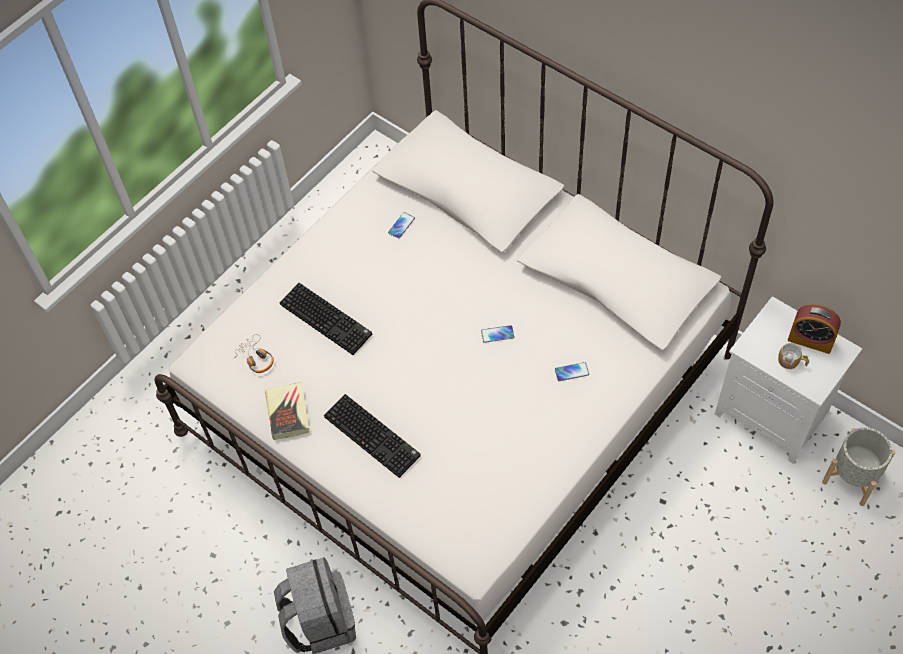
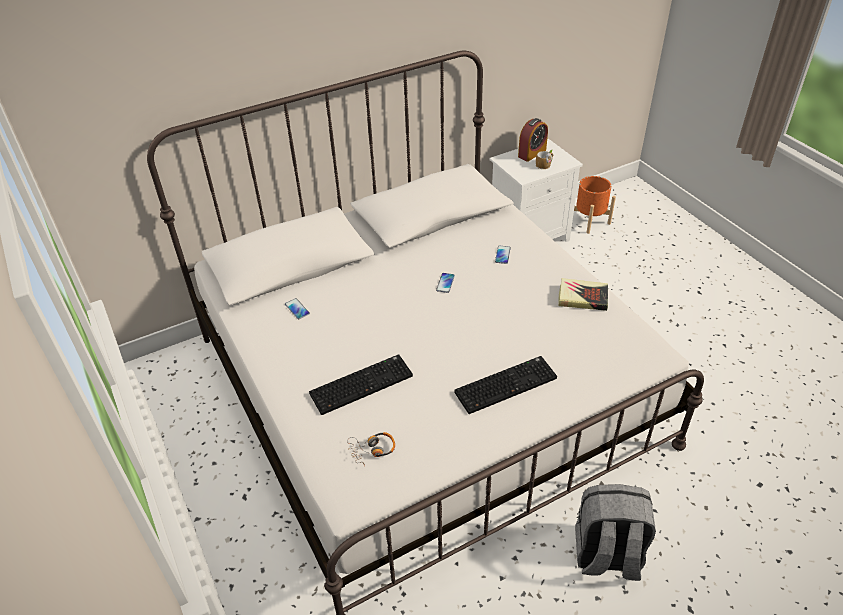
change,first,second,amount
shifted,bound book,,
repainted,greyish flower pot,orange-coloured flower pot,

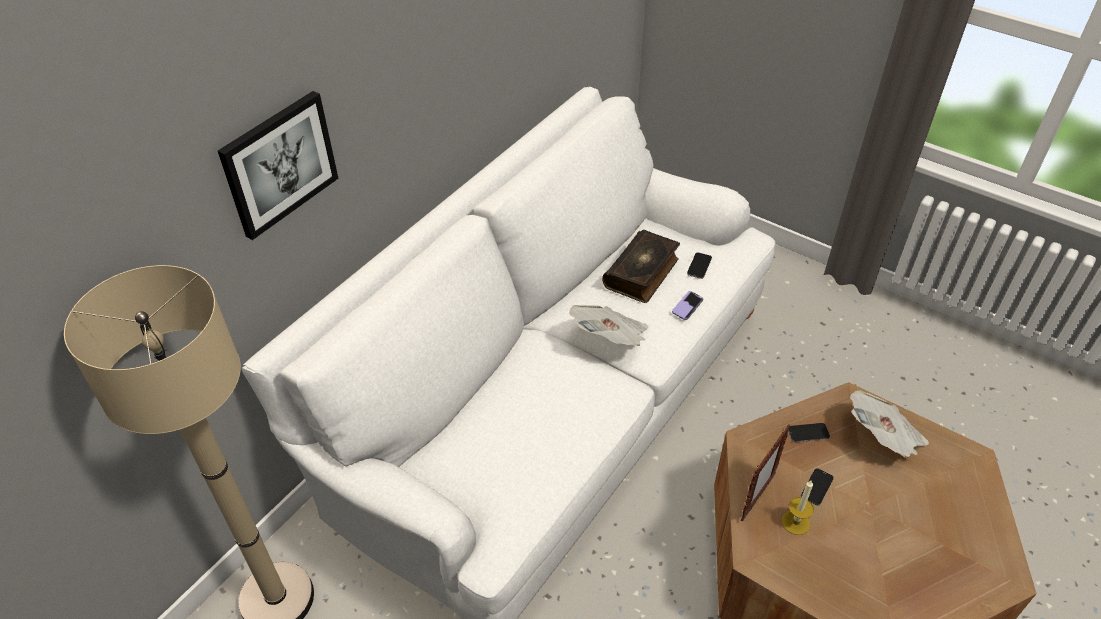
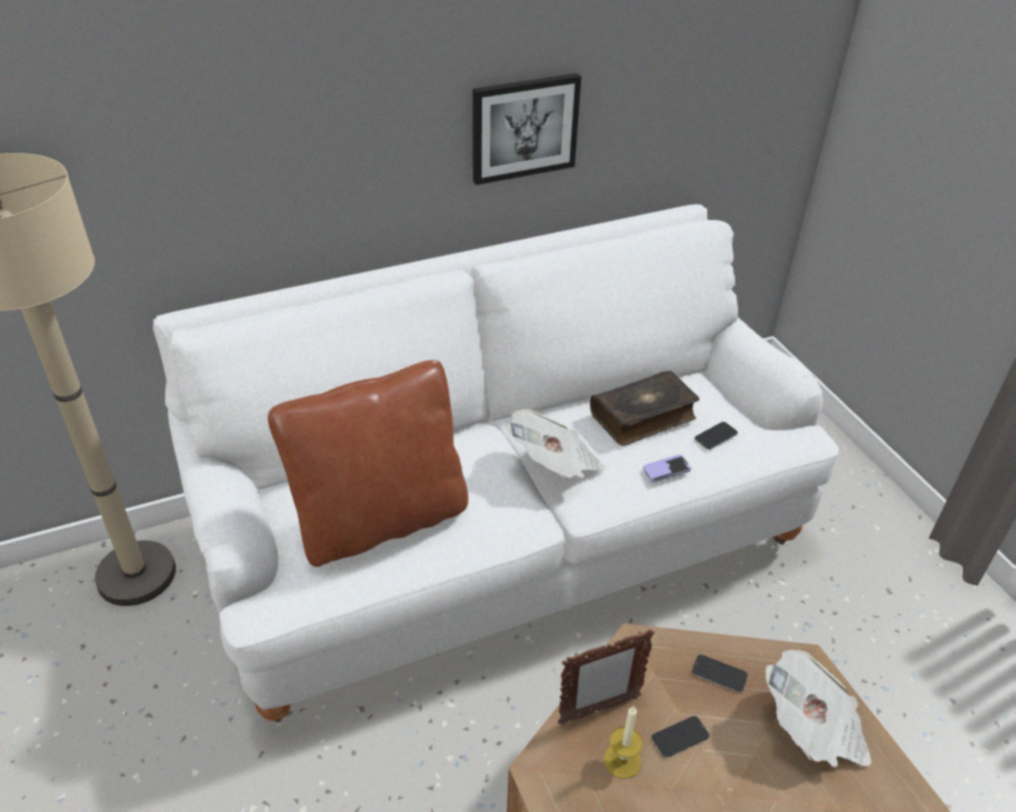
change,first,second,amount
new,,brownish cushion,
shifted,wall art,,

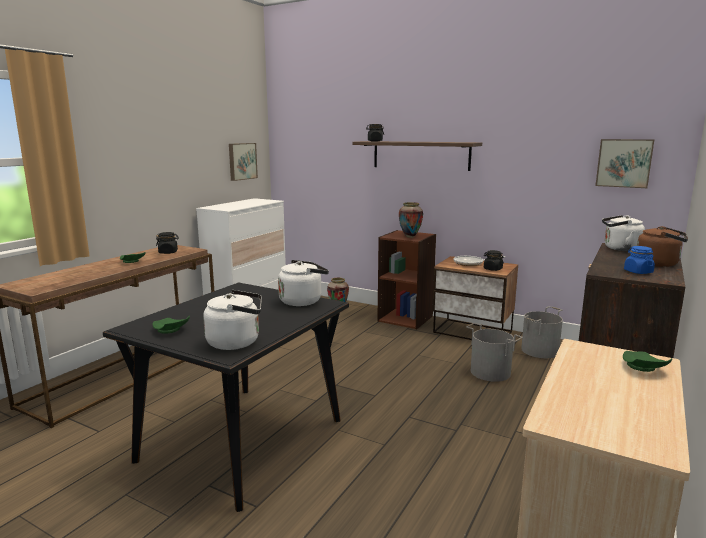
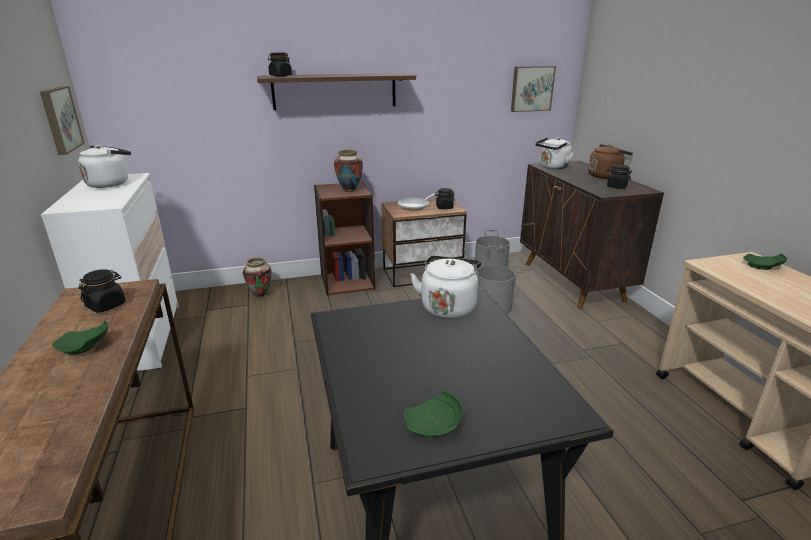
change,first,second,amount
shifted,white-coloured kettle (no. 1 from left),,
repainted,bluish jar,black jar (no. 4 from left),

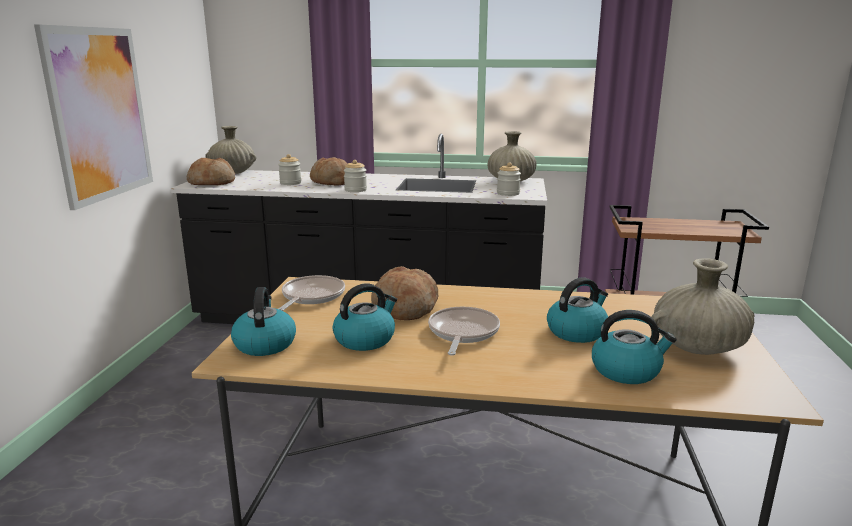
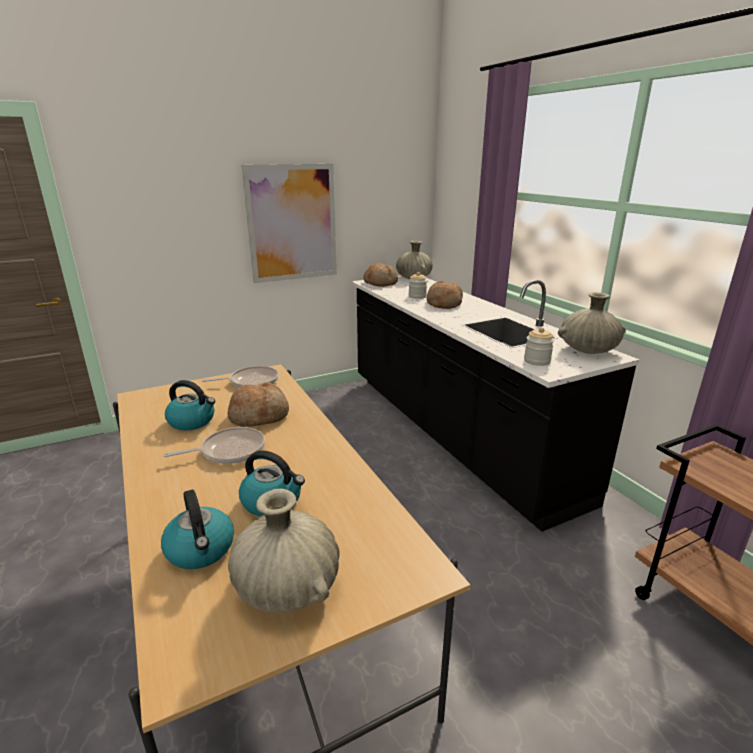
change,first,second,amount
gone,kettle (no. 1 from left),,
gone,jar (no. 2 from left),,

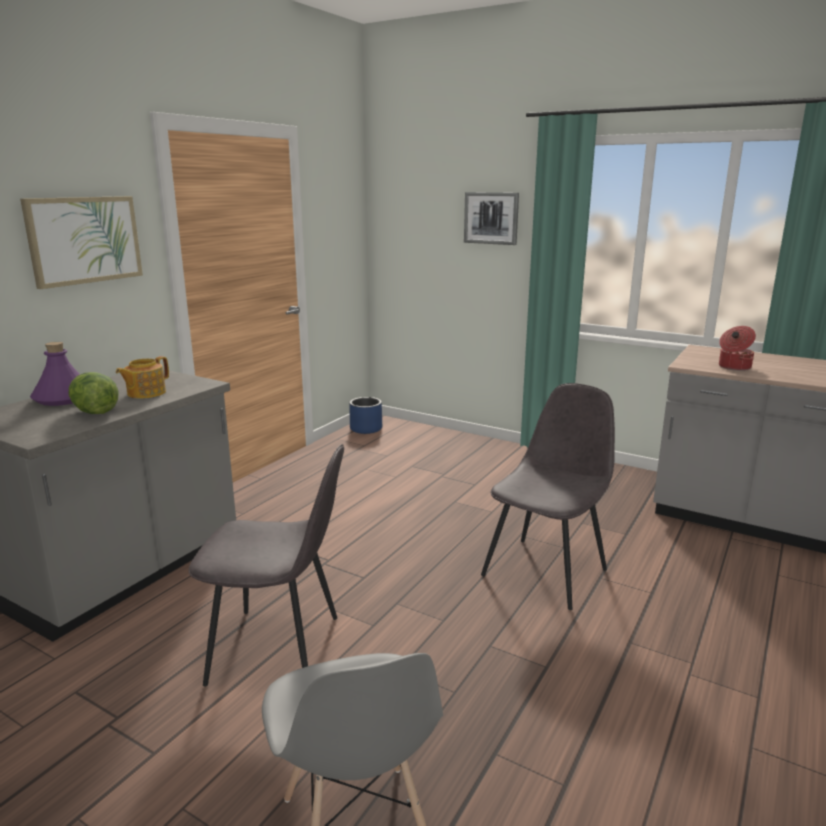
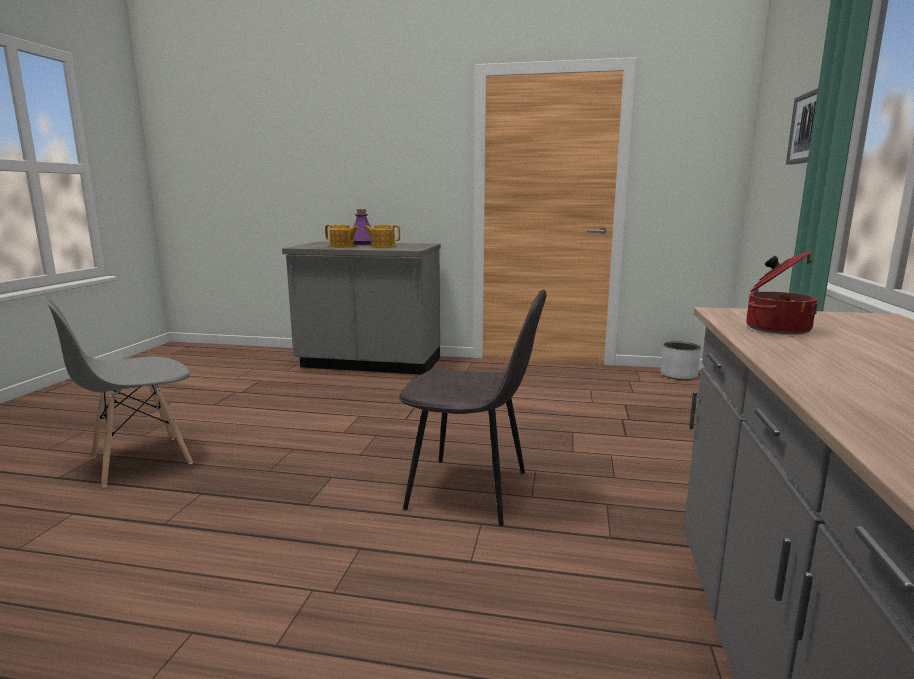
change,first,second,amount
swapped,head of lettuce,pot for tea (no. 1 from left),
repainted,bluish flower pot,greyish flower pot,
gone,wall art (no. 1 from left),,
gone,greyish chair (no. 1 from left),,

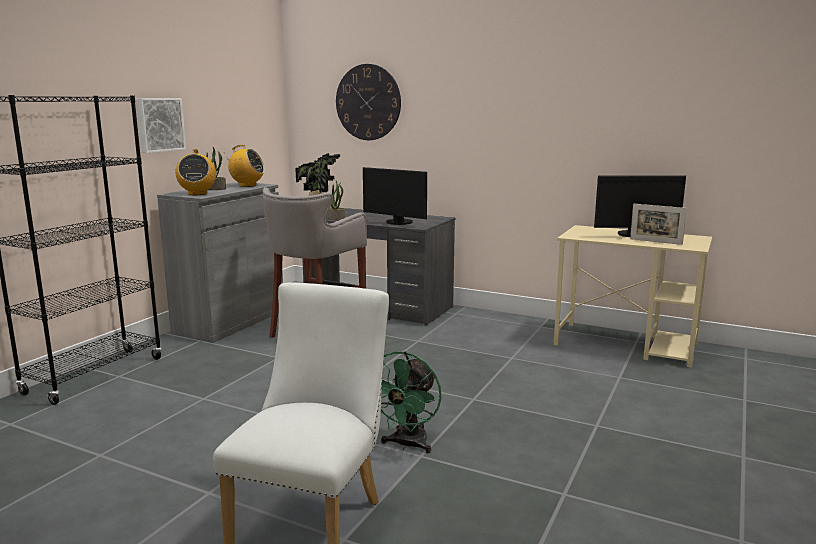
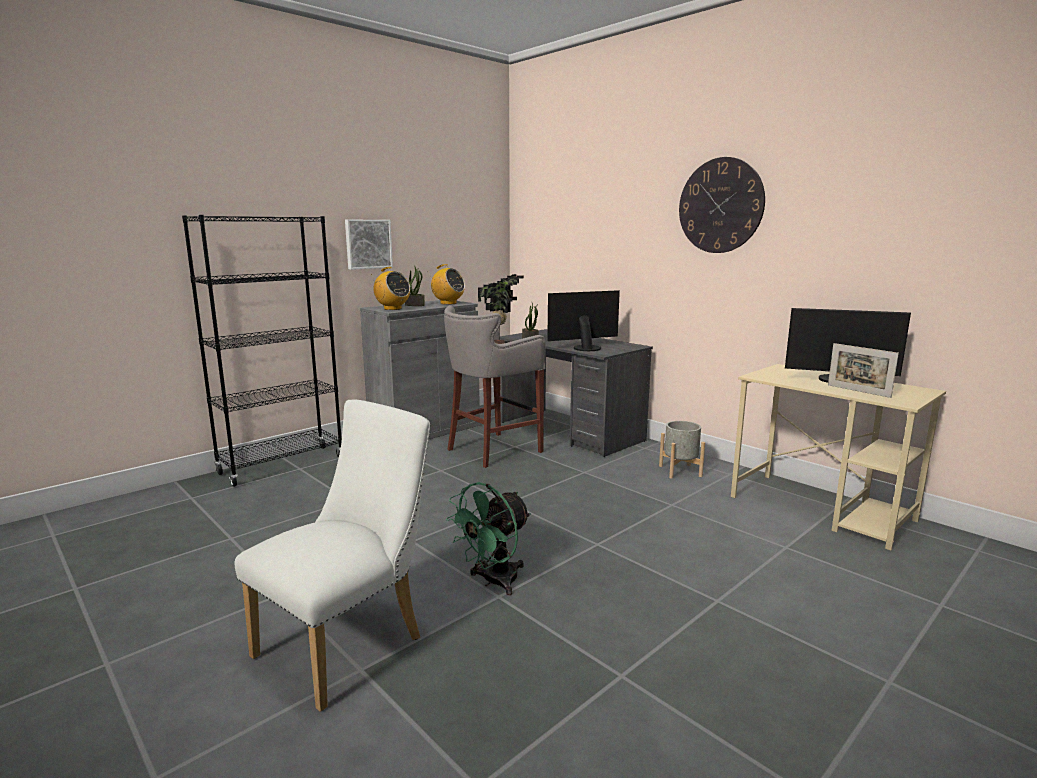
change,first,second,amount
rotated,radio receiver (no. 1 from left),,60 degrees counterclockwise
rotated,computer display (no. 1 from left),,105 degrees clockwise
new,,greyish flower pot,
shifted,hanging clock,,

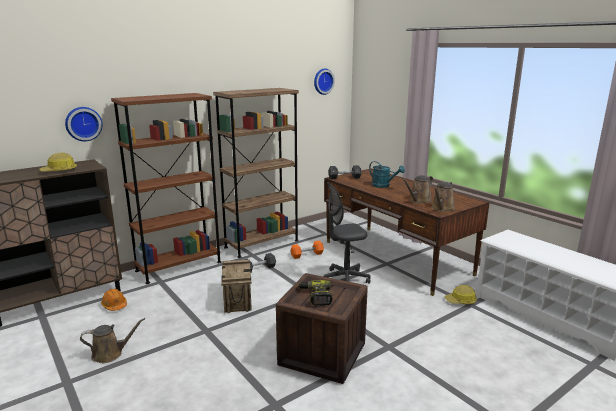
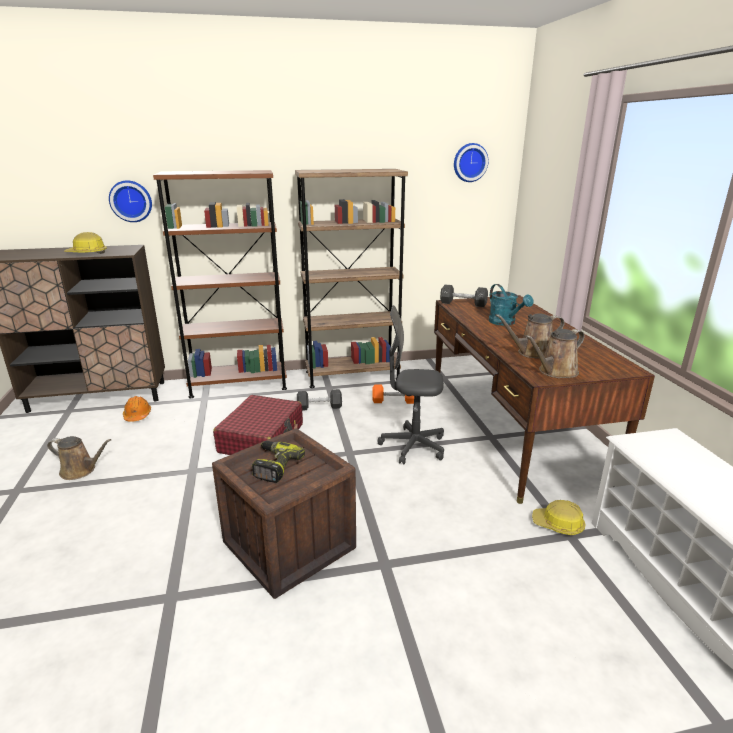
change,first,second,amount
swapped,shipping crate (no. 1 from left),red-coloured suitcase,

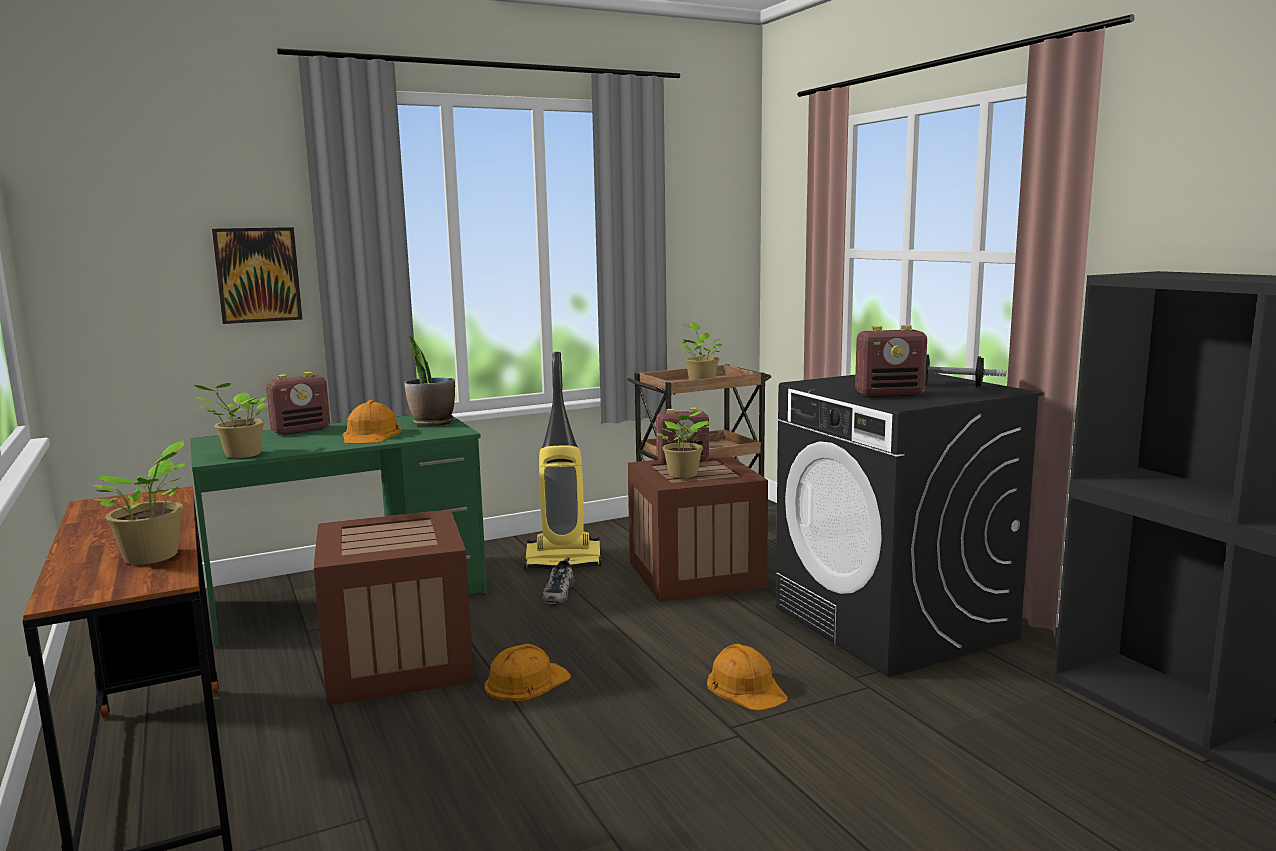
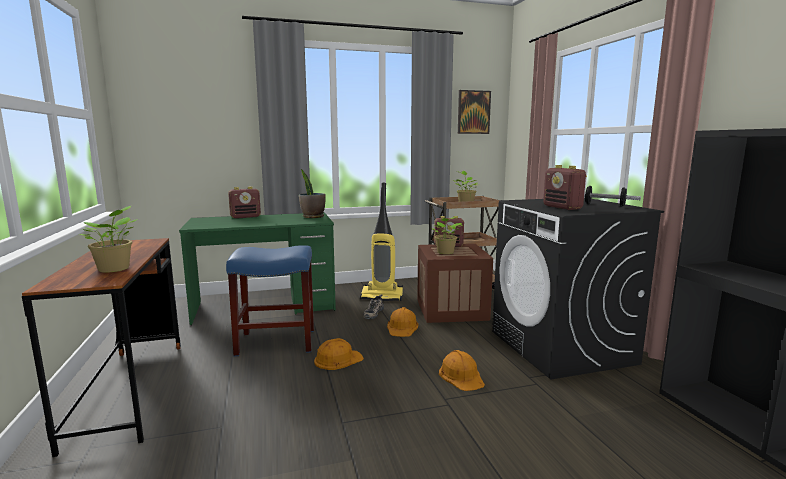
change,first,second,amount
swapped,shipping crate (no. 1 from left),bluish stool,
shifted,orange-coloured work helmet (no. 1 from left in the first image),orange-coloured work helmet (no. 2 from left),
shifted,wall art,,
rotated,radio receiver (no. 3 from left),,60 degrees clockwise
gone,houseplant (no. 2 from left),,

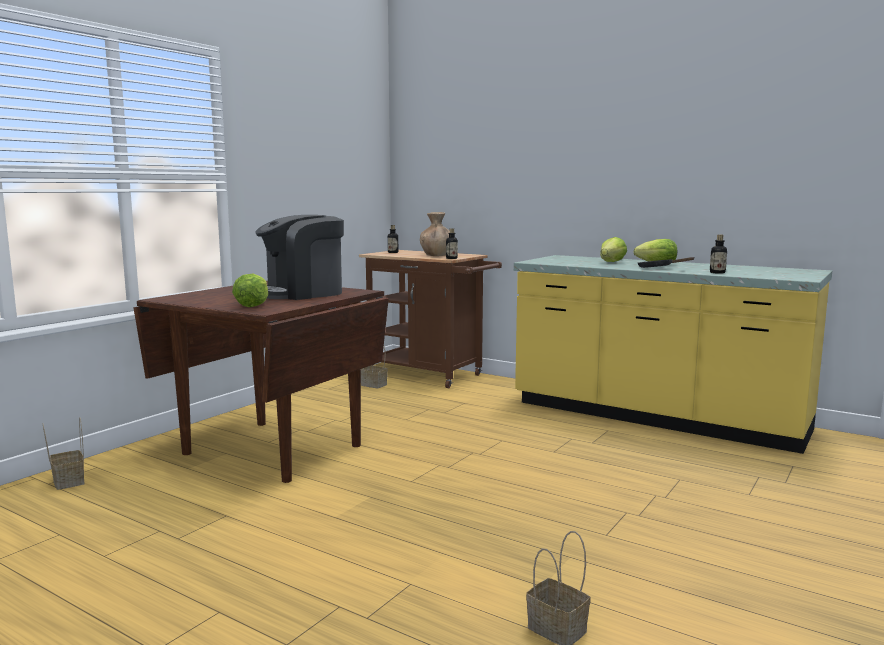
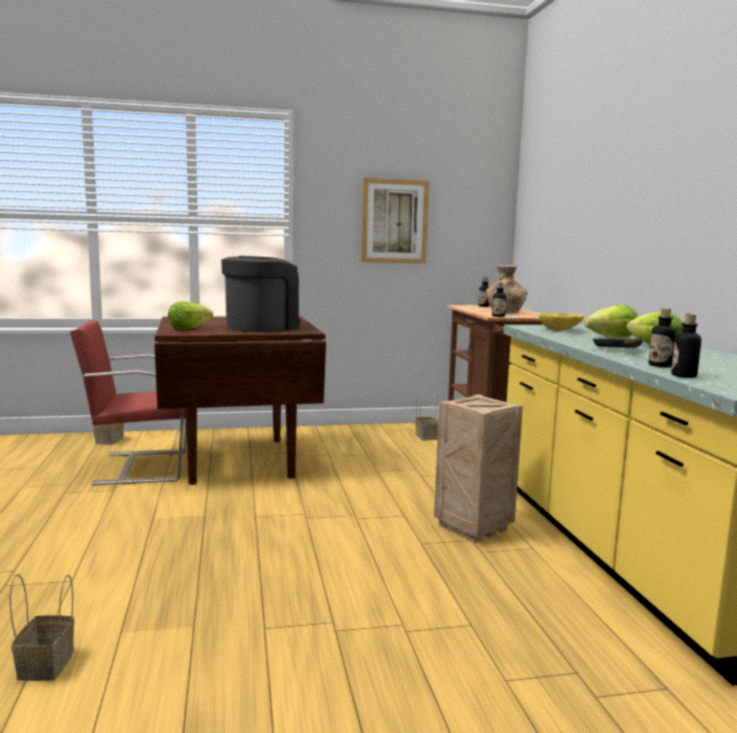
change,first,second,amount
new,,red-coloured chair,
rotated,coffee maker,,120 degrees clockwise
new,,wall art,
new,,shipping crate,
new,,yellowish bowl,
new,,beverage bottle (no. 4 from left),

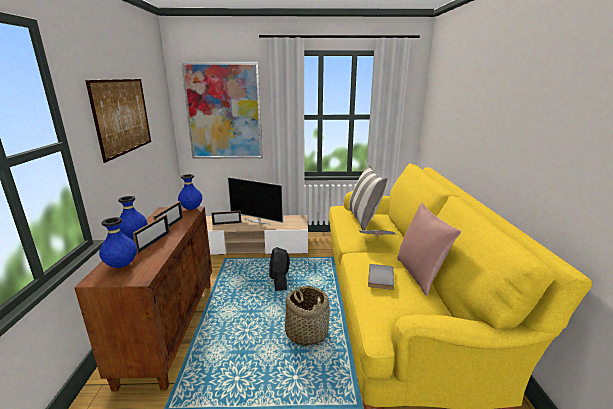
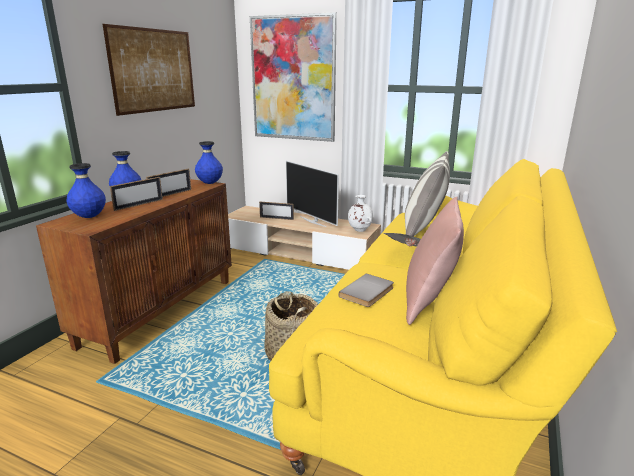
change,first,second,amount
new,,white-coloured decorative vase,
gone,black electric fan,,

